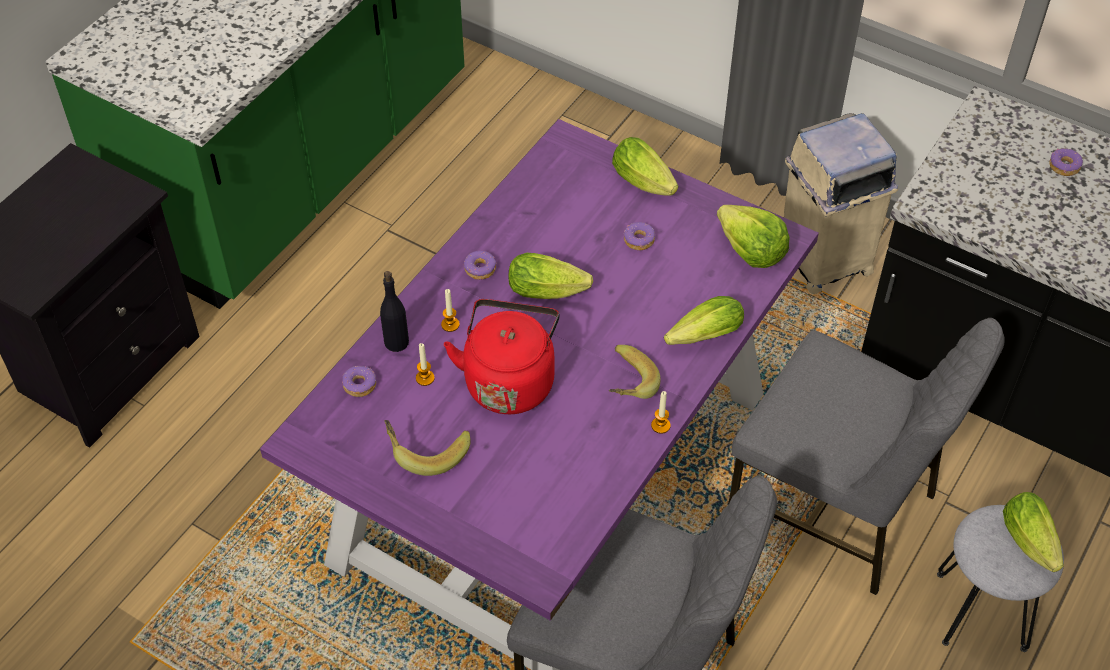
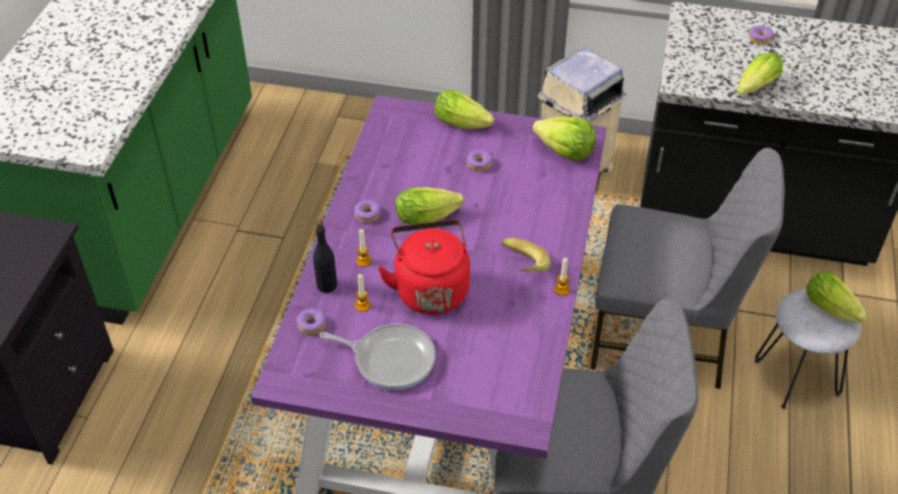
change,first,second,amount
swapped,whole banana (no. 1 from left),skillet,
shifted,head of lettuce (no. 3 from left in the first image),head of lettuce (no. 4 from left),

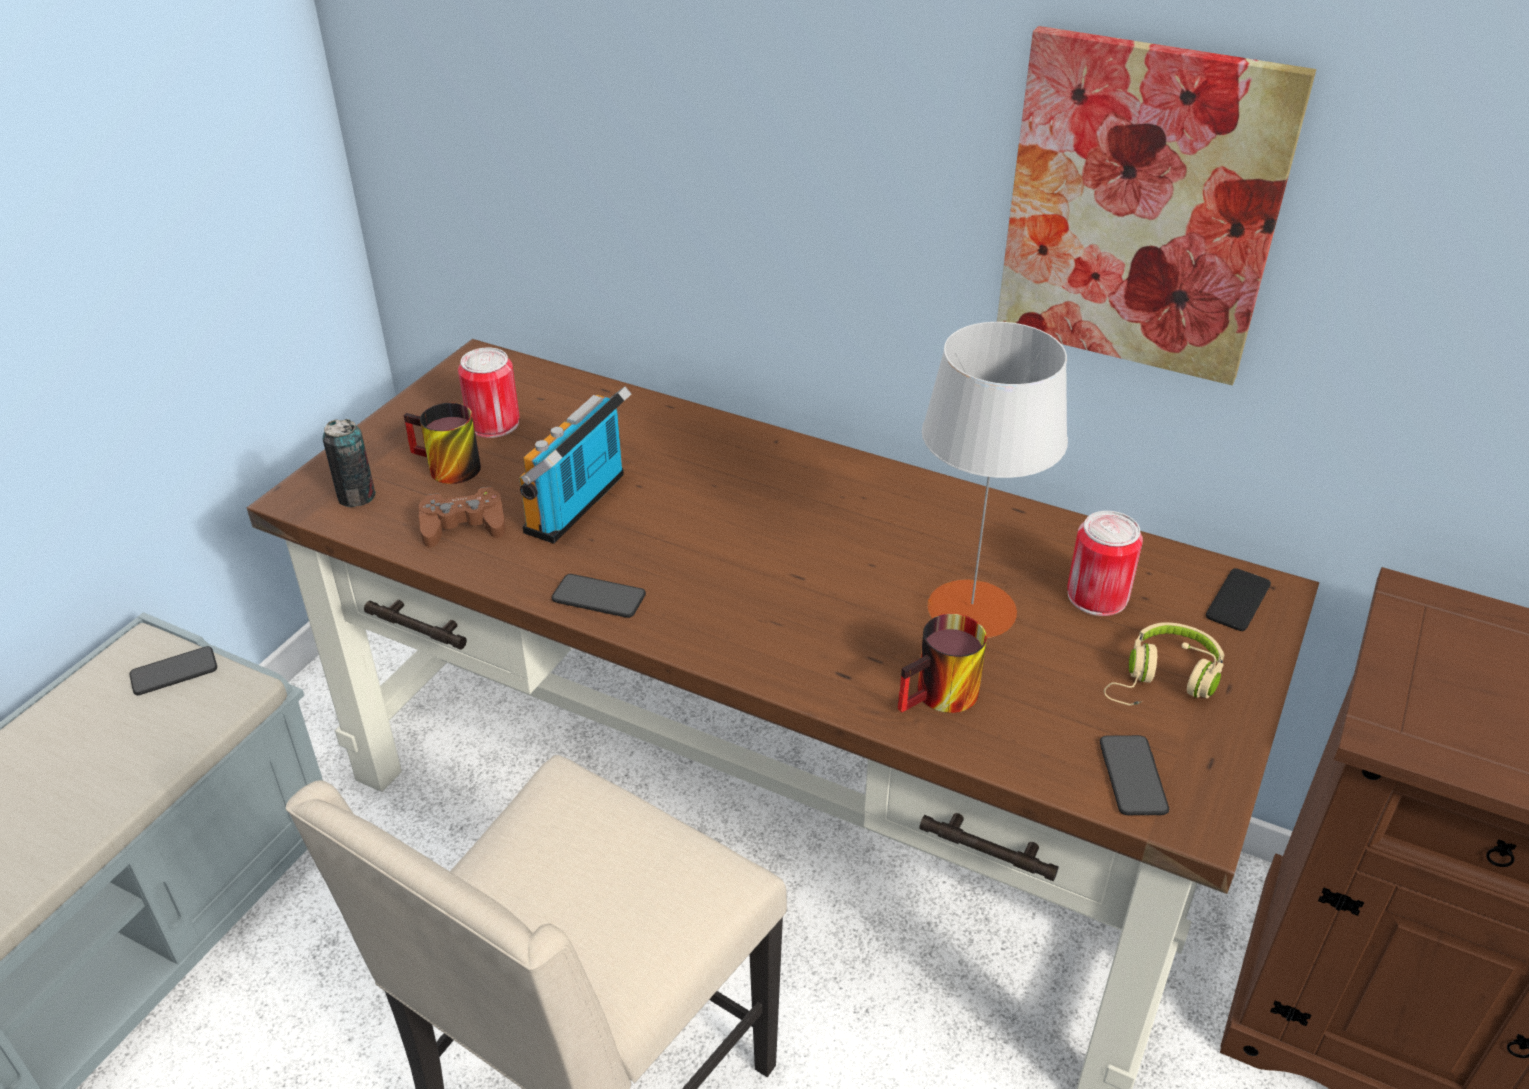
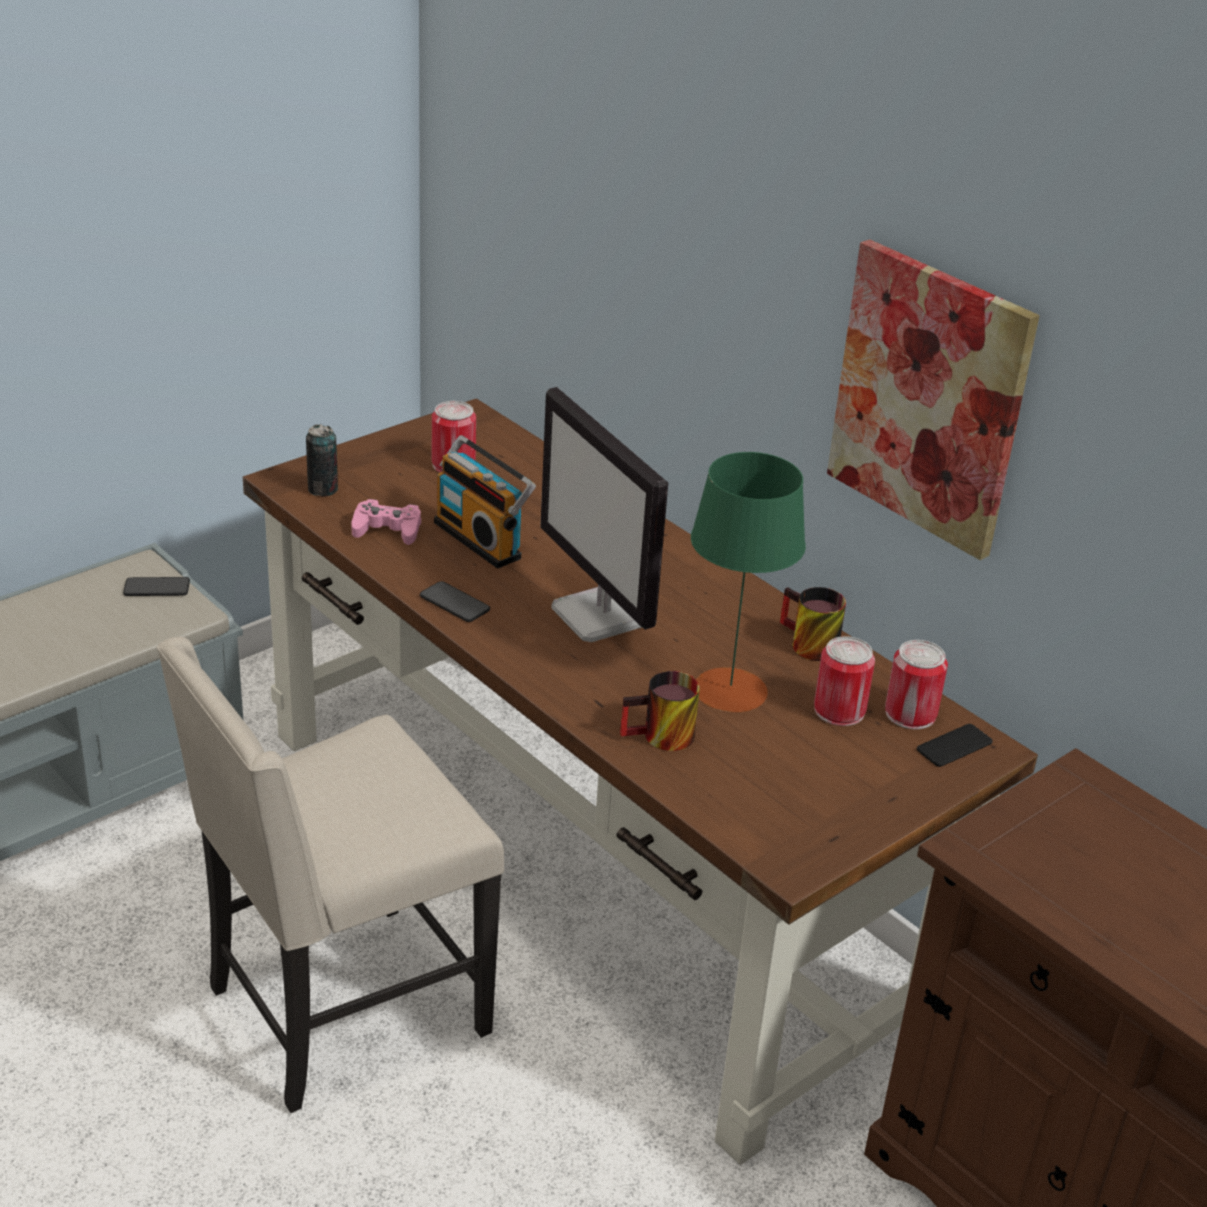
change,first,second,amount
repainted,brownish gamepad,pink-coloured gamepad,
rotated,radio receiver,,90 degrees counterclockwise
new,,computer display,
repainted,greyish lamp for a table,greenish lamp for a table,
shifted,mug (no. 1 from left in the first image),mug (no. 2 from left),
new,,can (no. 4 from left),
gone,handset (no. 3 from left),,
gone,sand-coloured pair of headphones,,

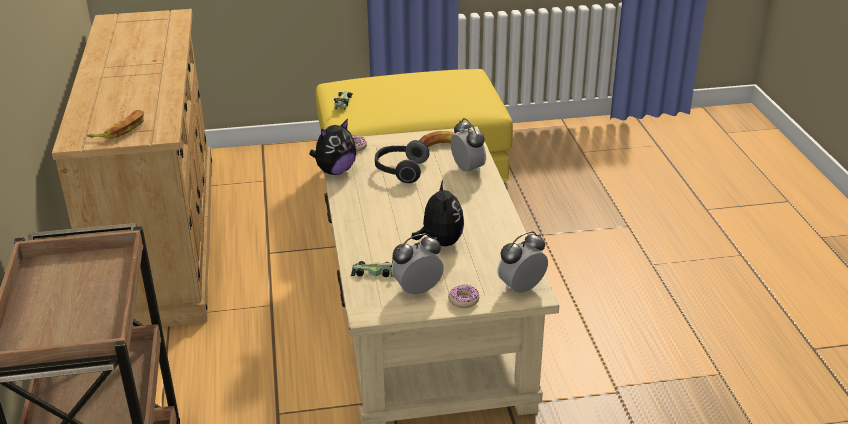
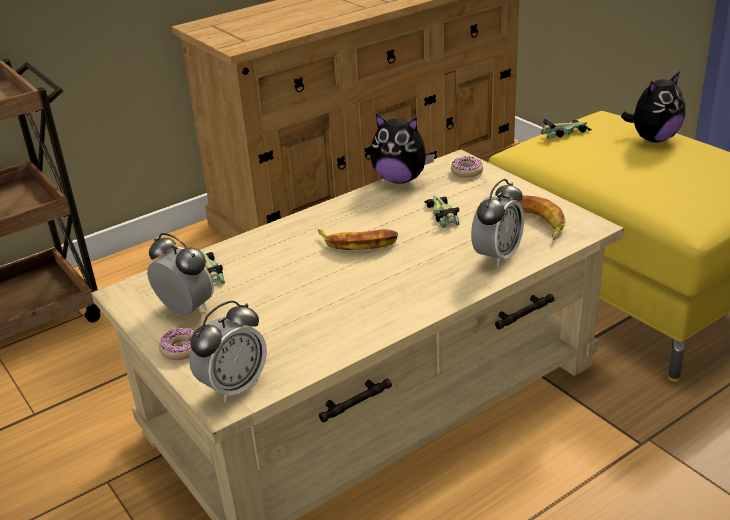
change,first,second,amount
rotated,alarm clock (no. 3 from left in the first image),alarm clock (no. 2 from left),105 degrees clockwise
shifted,whole banana (no. 1 from left),,
swapped,pair of headphones,toy car (no. 2 from left),
shifted,cuddly toy (no. 2 from left),,

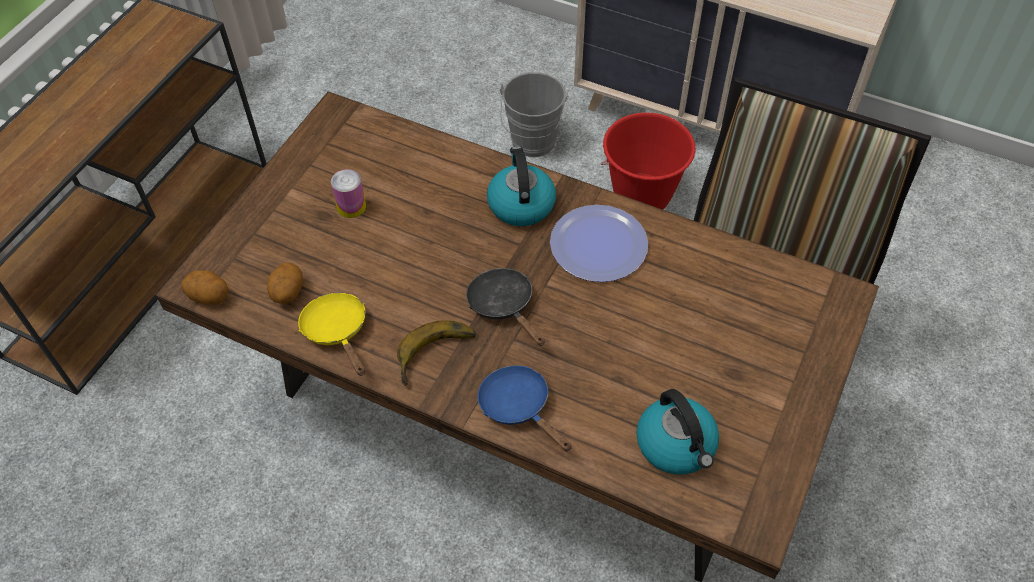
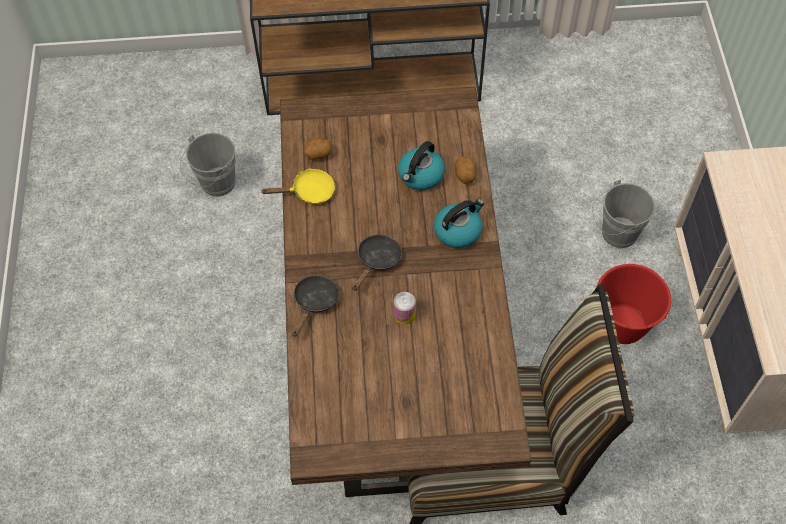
change,first,second,amount
new,,greyish bucket (no. 1 from left),
rotated,yellowish skillet,,45 degrees clockwise
repainted,bluish skillet,black skillet (no. 1 from left),
shifted,can,,
shifted,kettle (no. 2 from left in the first image),kettle (no. 1 from left),
shifted,spud (no. 1 from left in the first image),spud (no. 2 from left),
gone,whole banana,,
gone,plate,,

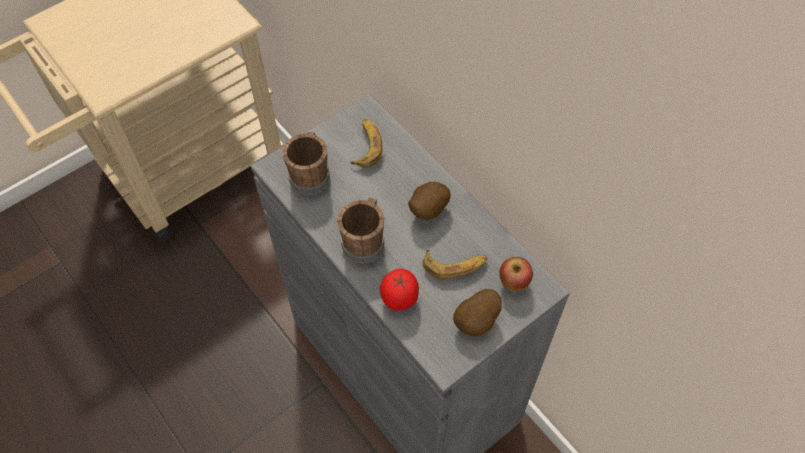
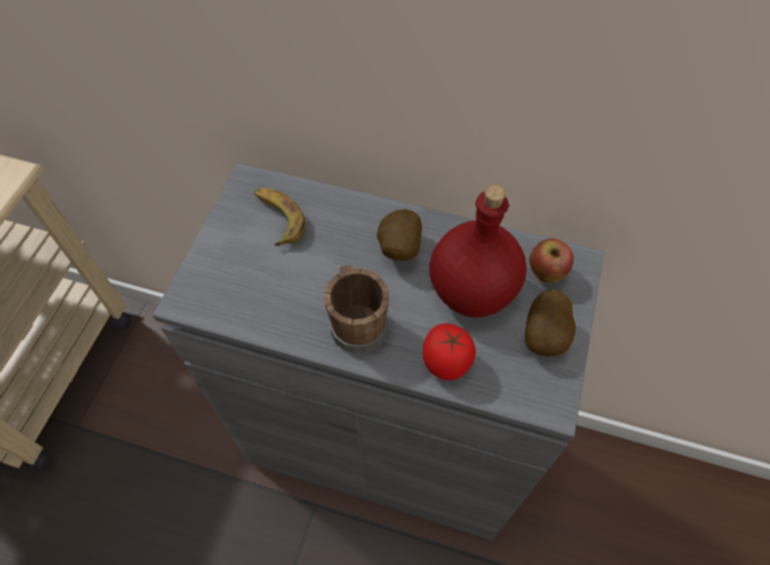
change,first,second,amount
swapped,whole banana (no. 2 from left),red-coloured beverage bottle,
gone,brownish mug (no. 1 from left),,

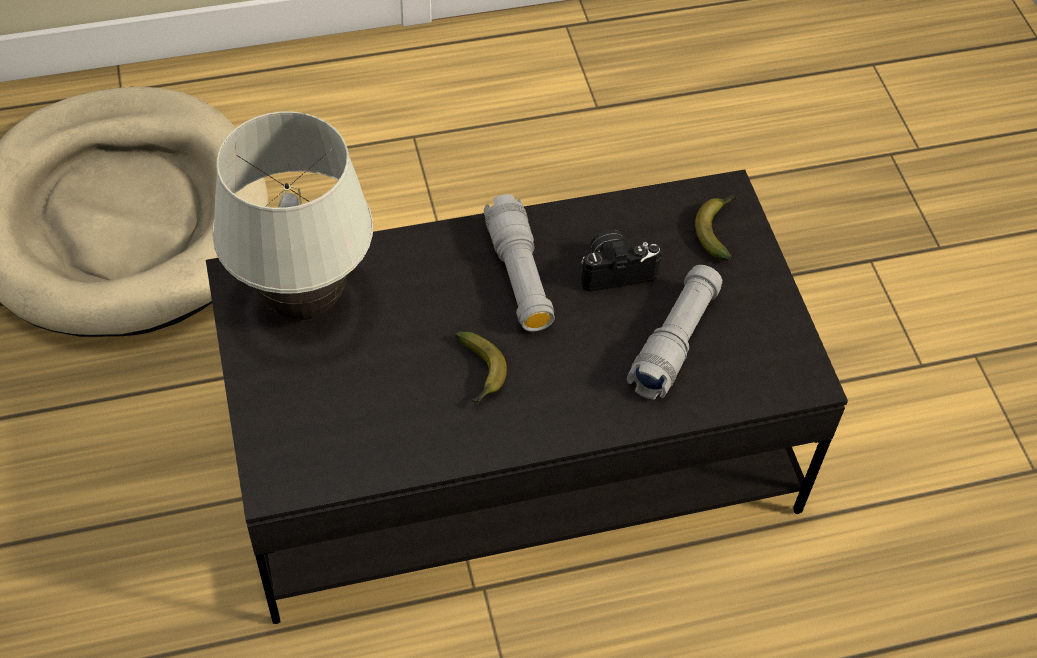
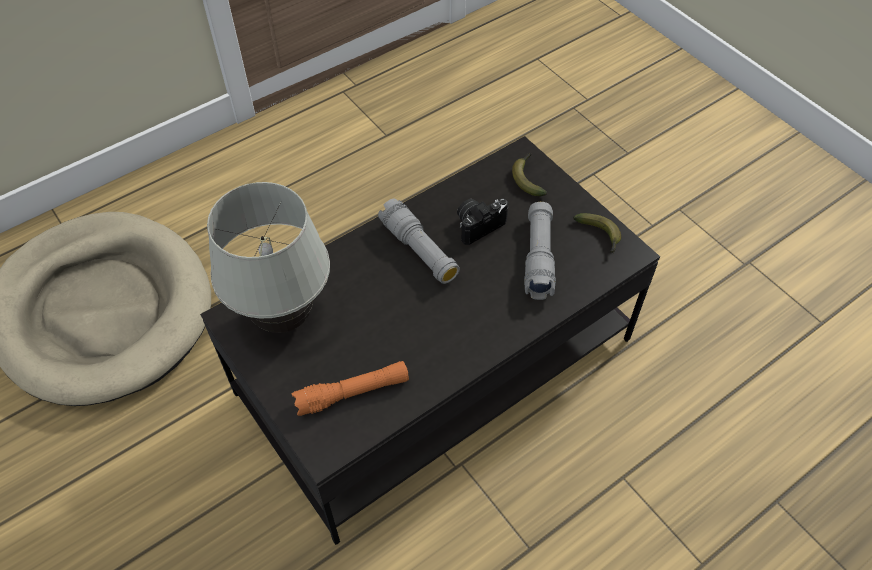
change,first,second,amount
new,,orange-coloured hand torch,
shifted,whole banana (no. 1 from left in the first image),whole banana (no. 2 from left),

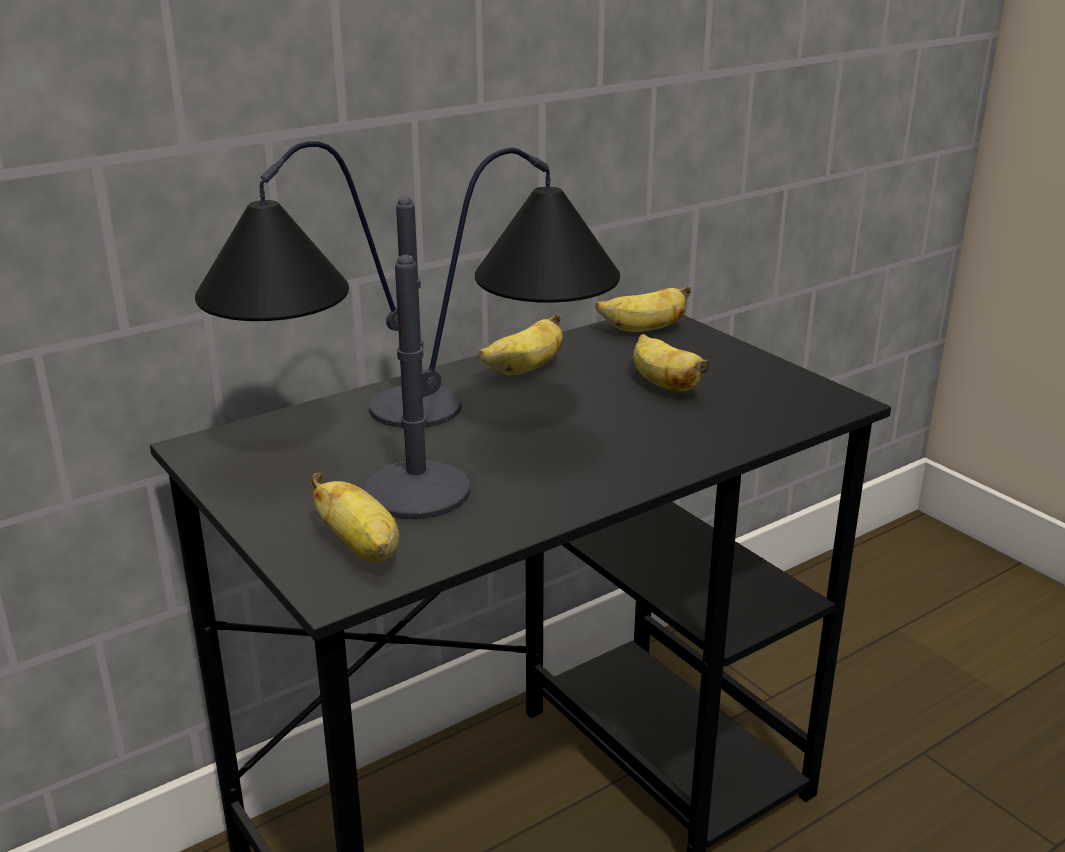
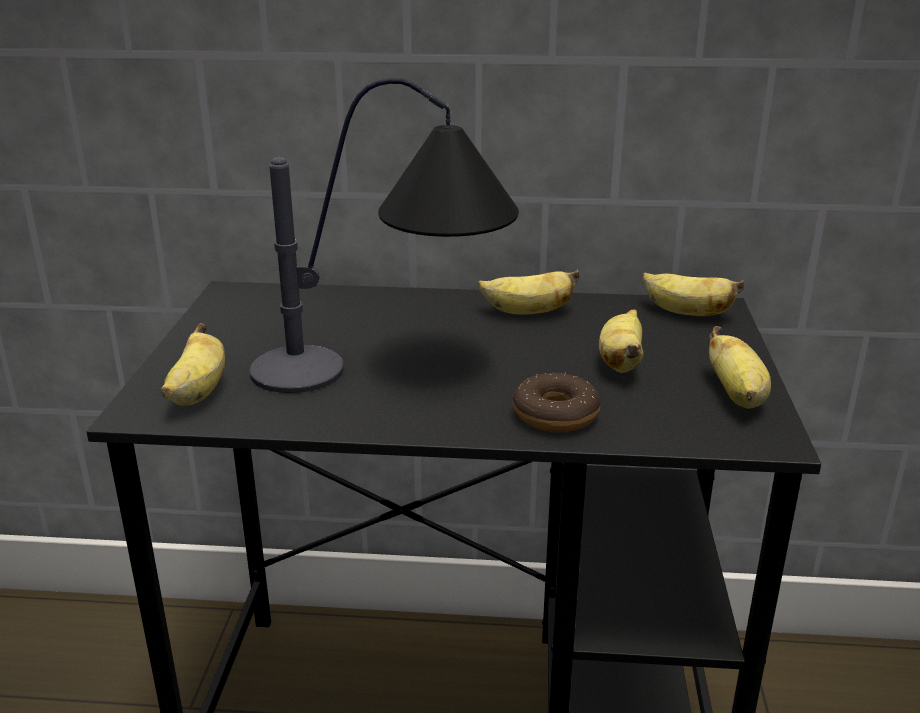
change,first,second,amount
new,,donut,
new,,whole banana (no. 5 from left),
gone,lamp for a table (no. 1 from left),,

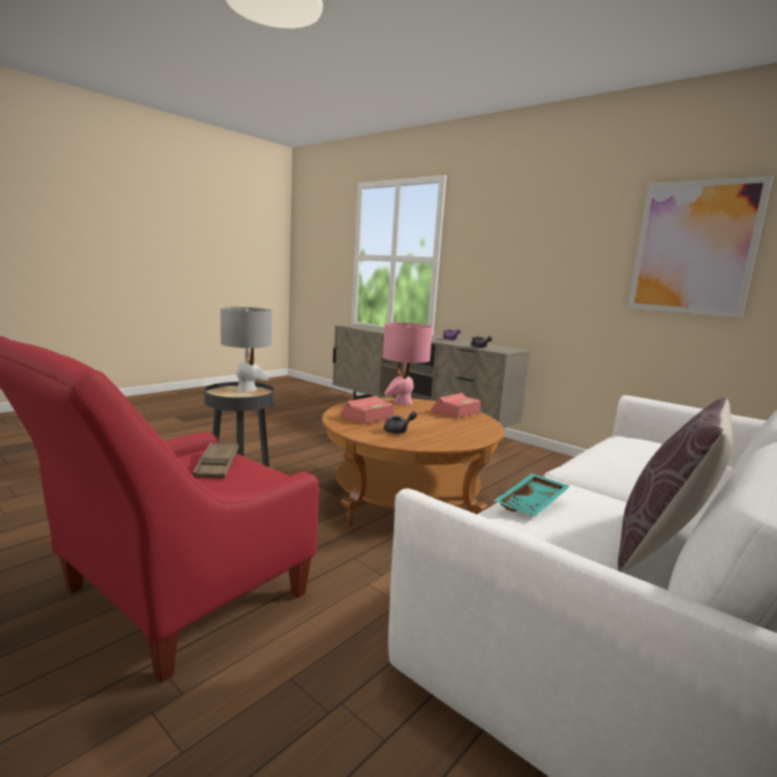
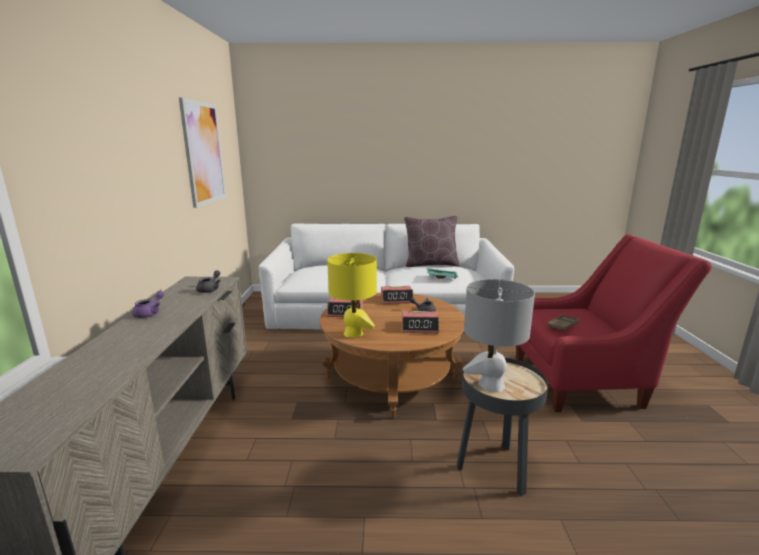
change,first,second,amount
repainted,pink-coloured lamp for a table,yellowish lamp for a table,
new,,alarm clock (no. 2 from left),

